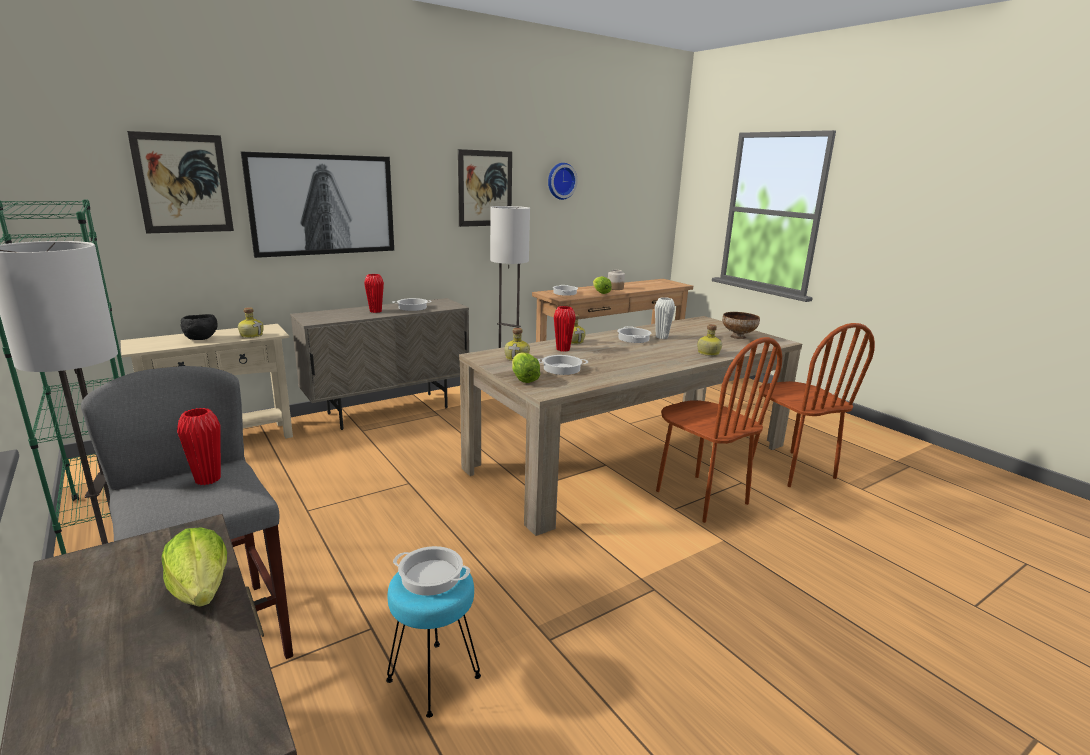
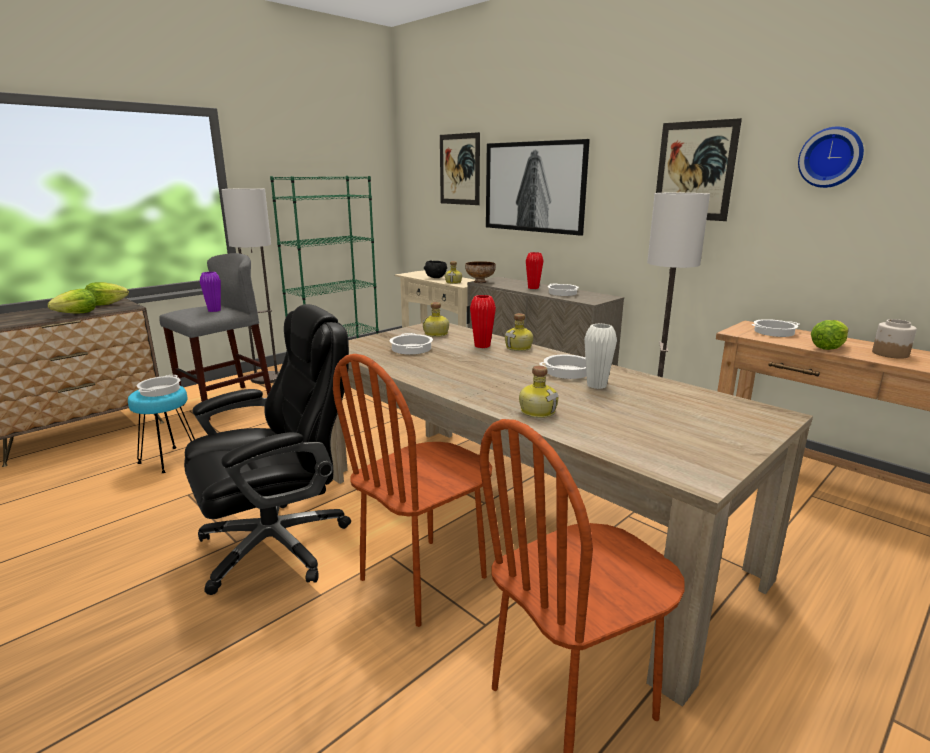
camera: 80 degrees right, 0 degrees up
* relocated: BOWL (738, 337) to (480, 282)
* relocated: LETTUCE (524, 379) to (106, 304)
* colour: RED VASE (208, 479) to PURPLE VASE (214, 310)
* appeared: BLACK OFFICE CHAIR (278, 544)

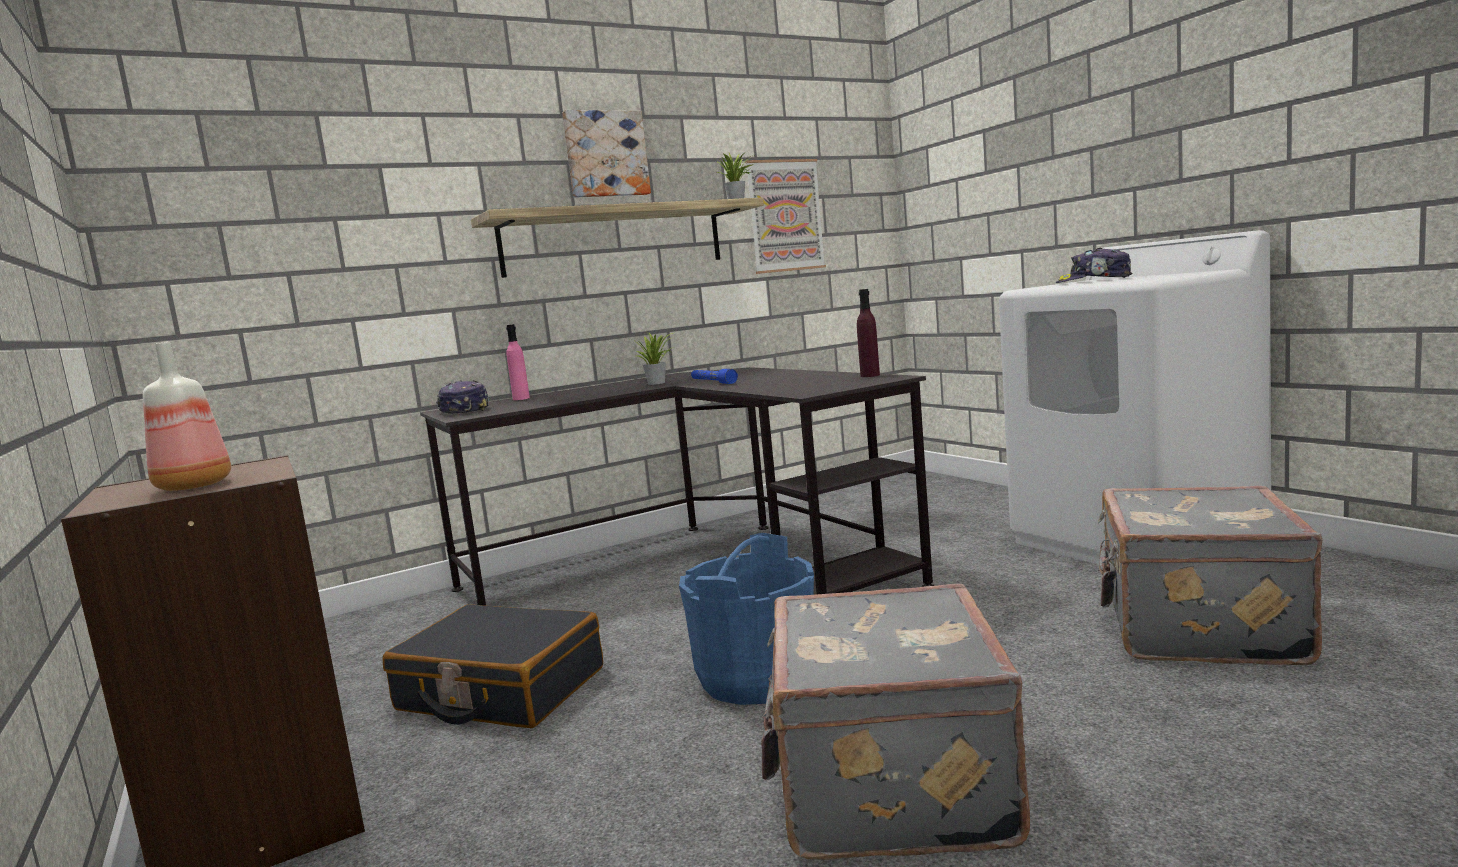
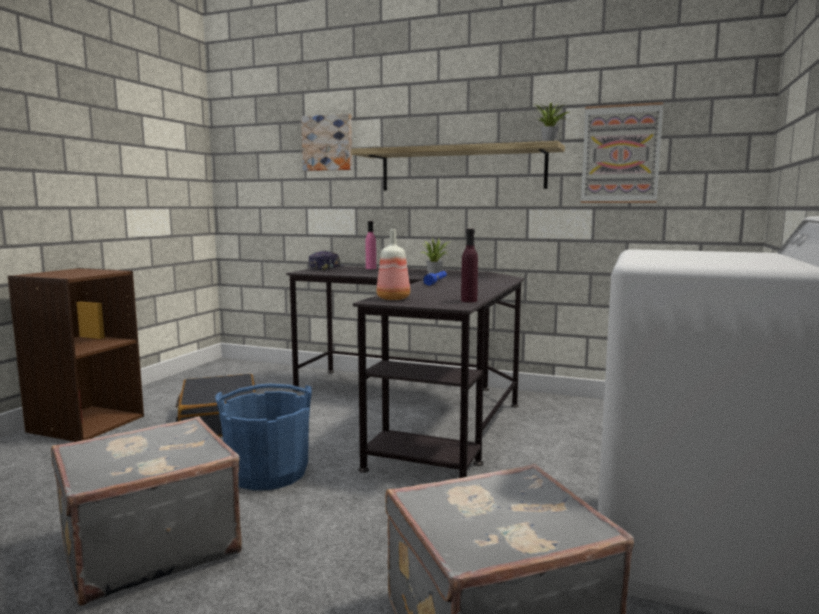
camera: 50 degrees right, 0 degrees up
* relocated: PICTURE (605, 154) to (328, 143)
* missing: CAP (1093, 281)
* relocated: BOTTLE (196, 485) to (394, 298)

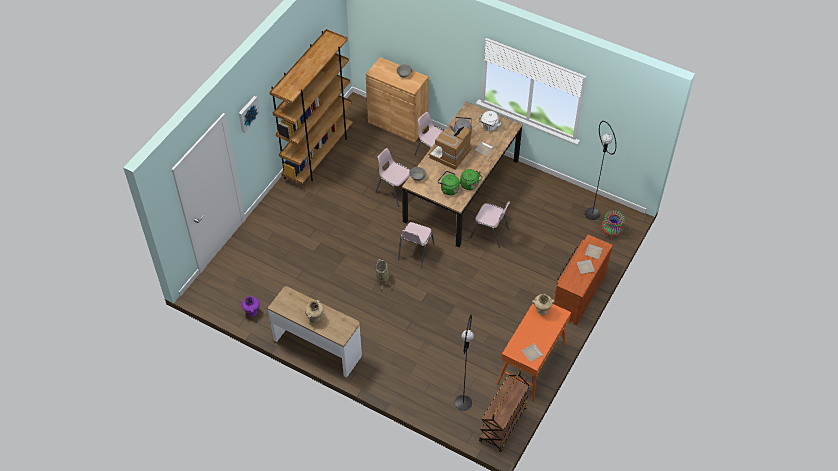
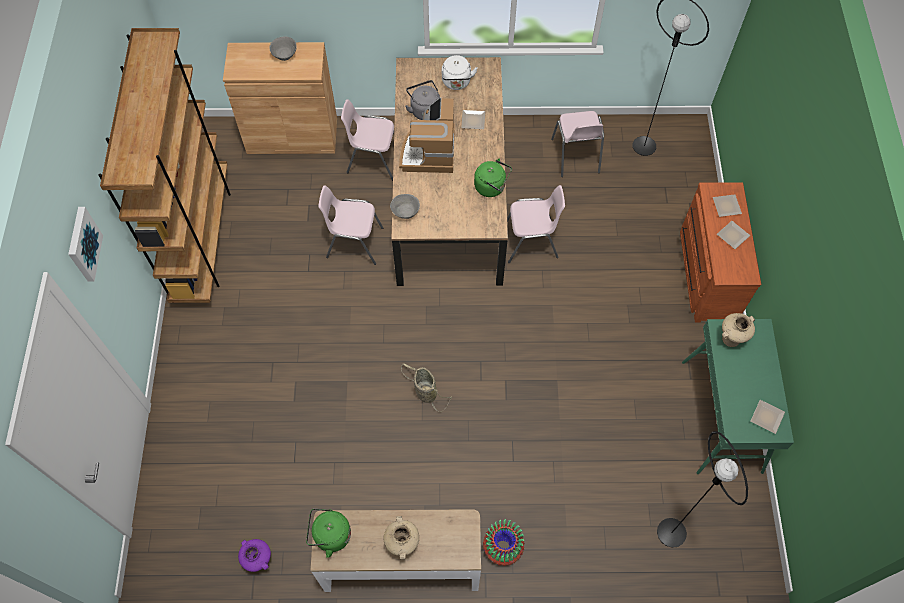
camera: 30 degrees left, 10 degrees up
* relocated: GREEN KETTLE (448, 189) to (330, 535)
* relocated: VASE (611, 231) to (503, 547)
* relocated: PINK CHAIR (415, 252) to (575, 156)
* colour: ORANGE CONSOLE TABLE (531, 365) to GREEN CONSOLE TABLE (722, 417)
* missing: BROWN CART (503, 425)

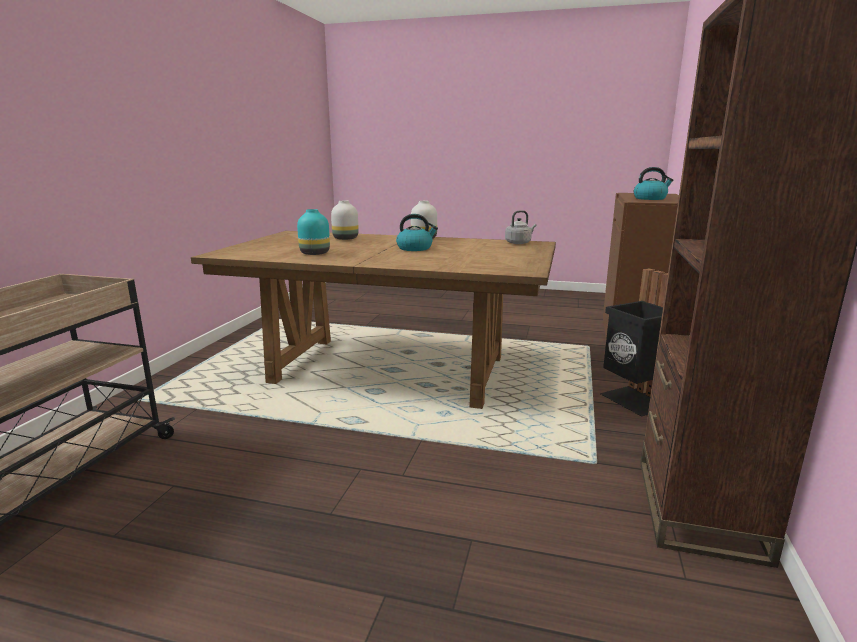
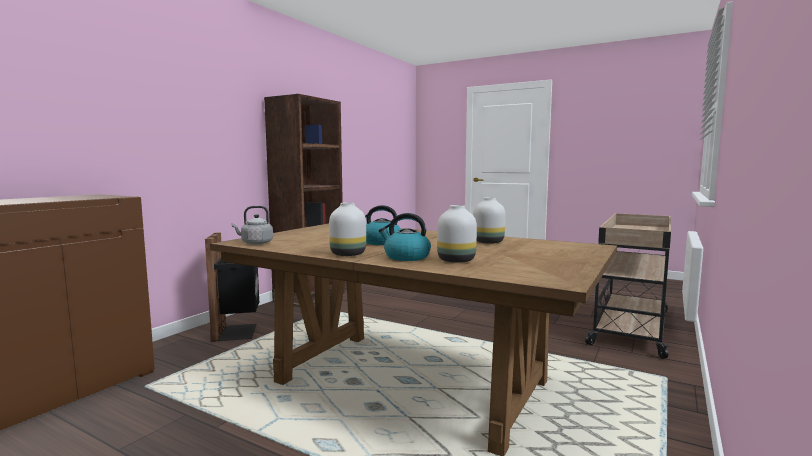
camera: 165 degrees left, 10 degrees down
* relocated: KETTLE (650, 198) to (406, 257)
* colour: TURQUOISE VASE (314, 253) to WHITE VASE (489, 242)

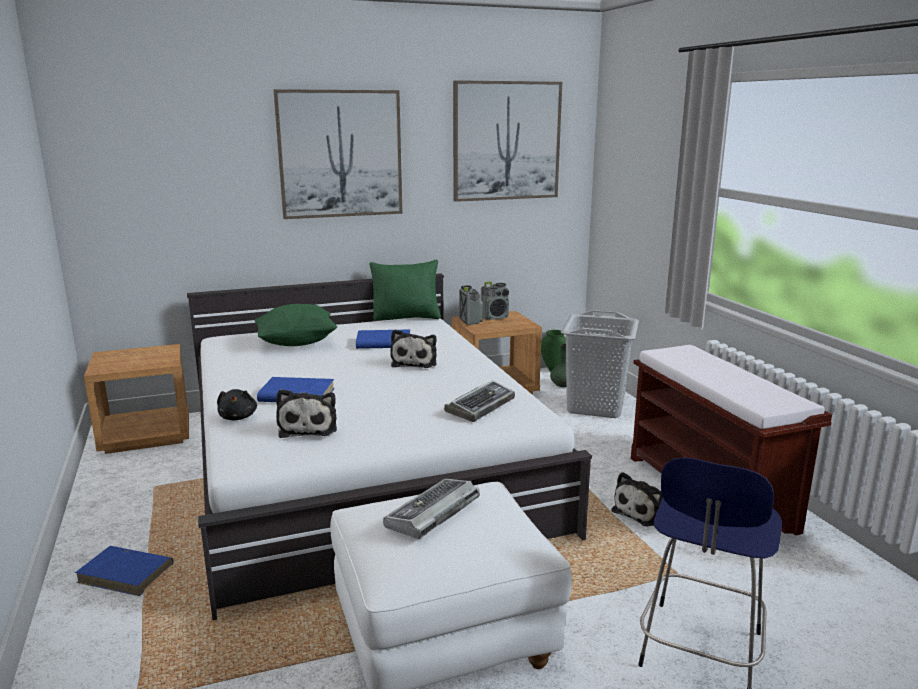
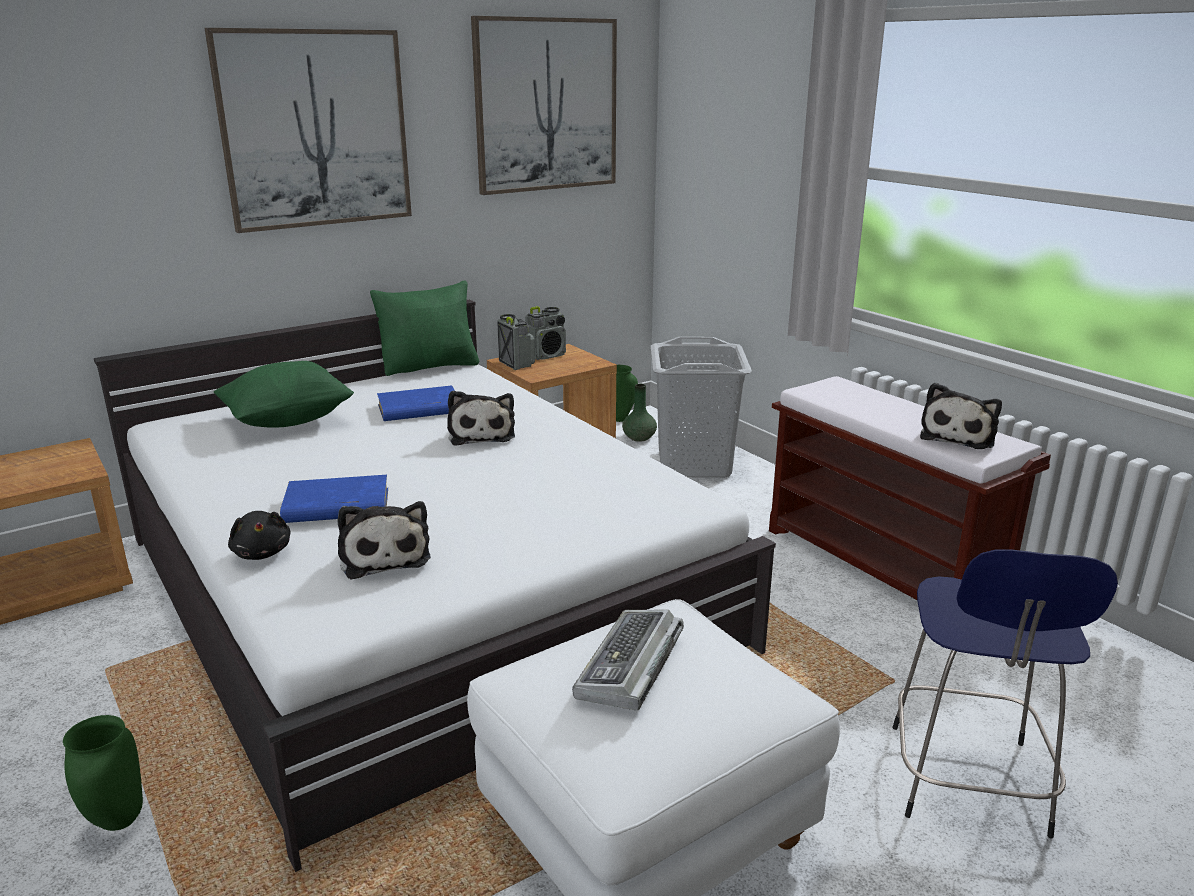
camera: 15 degrees left, 5 degrees up
* missing: KEYBOARD (480, 406)
* relocated: PLUSH TOY (642, 512) to (958, 436)
* exchanged: BLUE BOOK (126, 574) to GREEN VASE (119, 821)

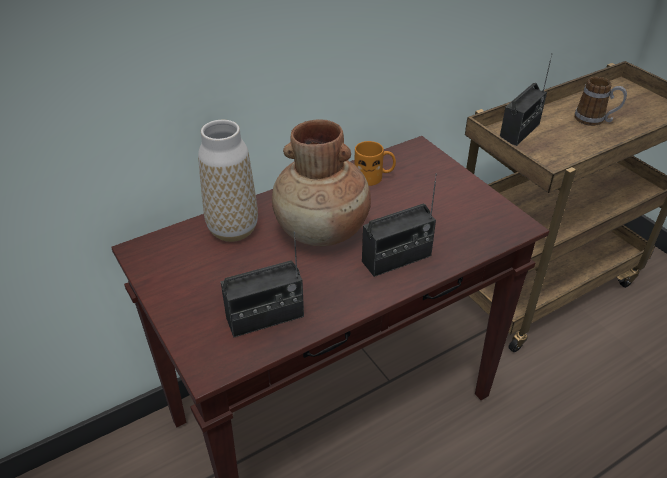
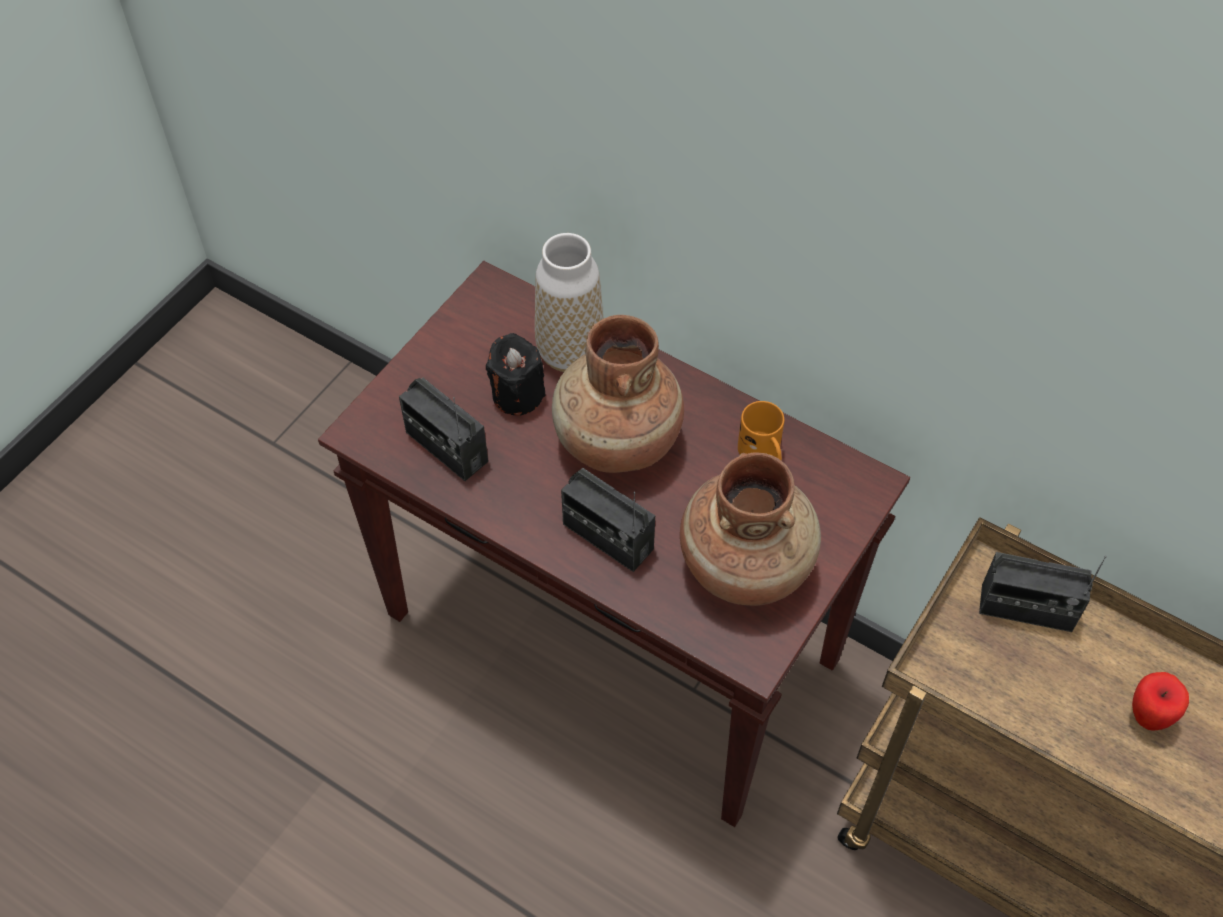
camera: 65 degrees right, 15 degrees up
* exchanged: MUG (595, 120) to APPLE (1147, 717)
* appeared: BLACK CANDLE (517, 395)
* appeared: BROWN VASE (746, 564)

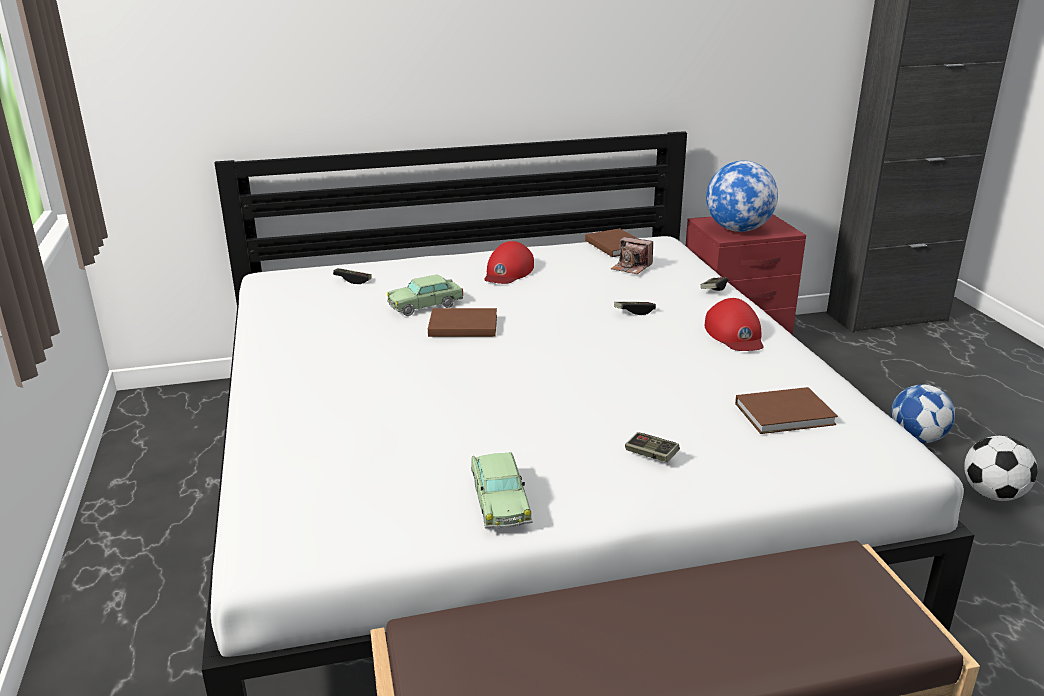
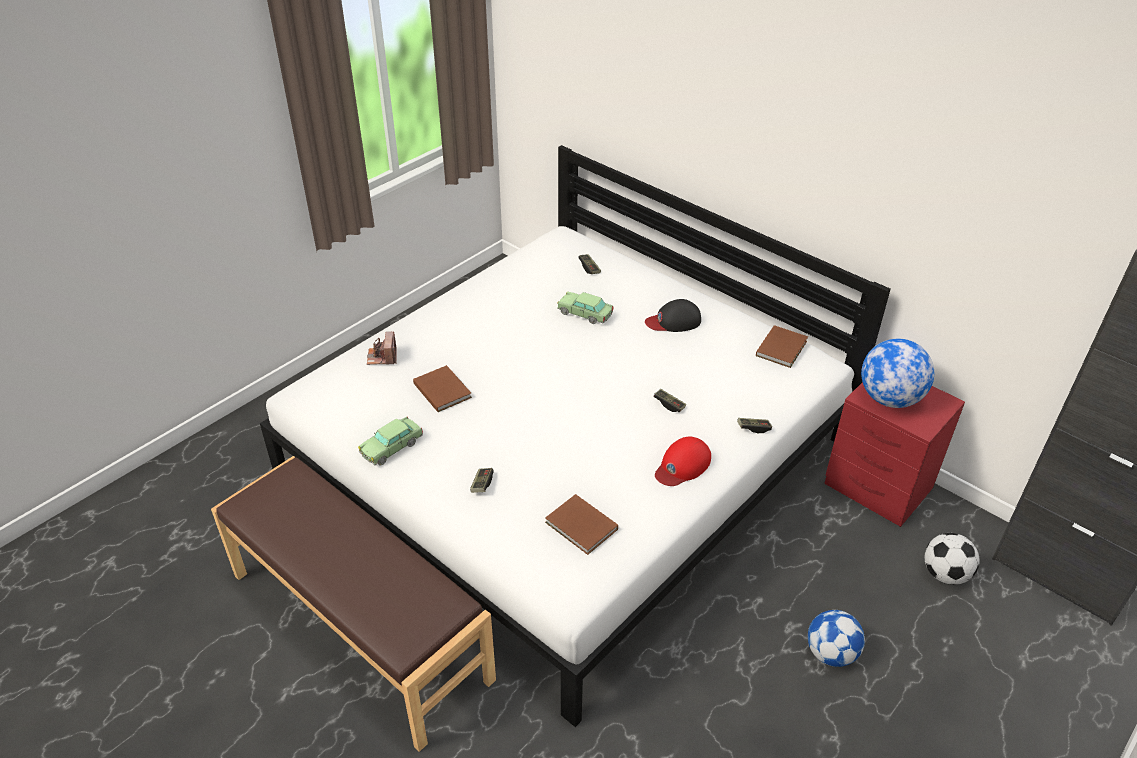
camera: 55 degrees right, 15 degrees up
* relocated: PHOTO CAMERA (631, 267) to (382, 357)
* colour: RED CAP (508, 272) to BLACK CAP (674, 321)
* relocated: BROWN BOOK (461, 325) to (442, 389)
* relocated: FOOTBALL (993, 495) to (945, 574)

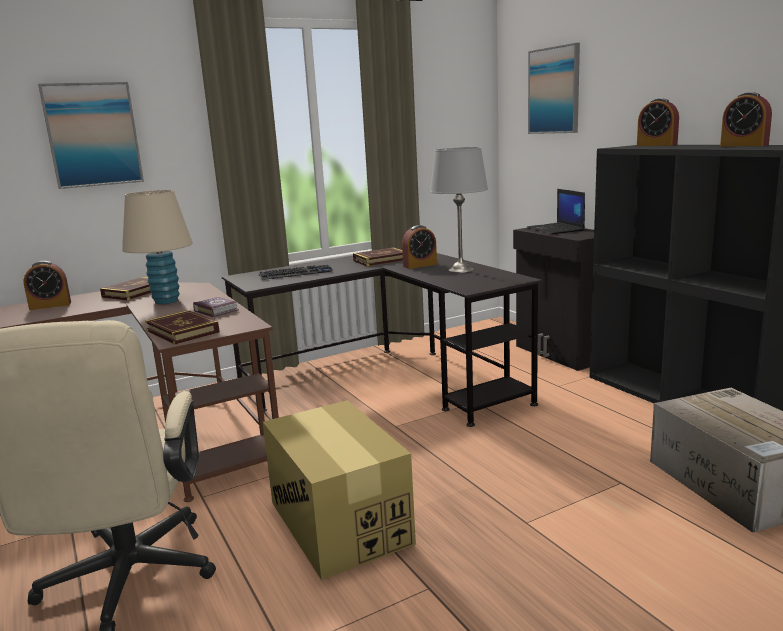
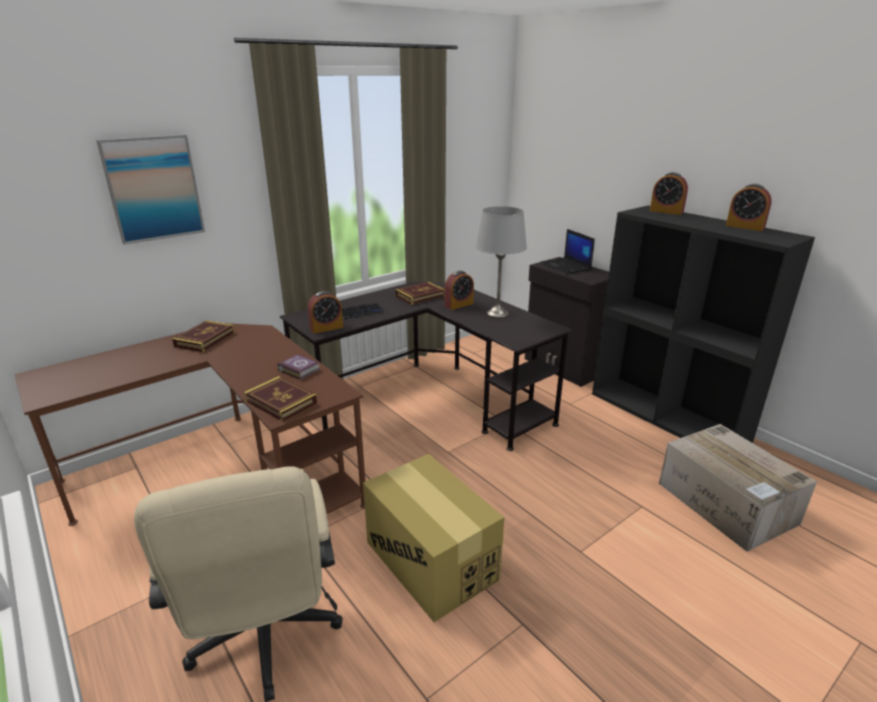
camera: 10 degrees left, 10 degrees up
* missing: PICTURE (554, 90)
* missing: BEIGE TABLE LAMP (166, 301)
* relocated: ALARM CLOCK (50, 305) to (326, 328)

